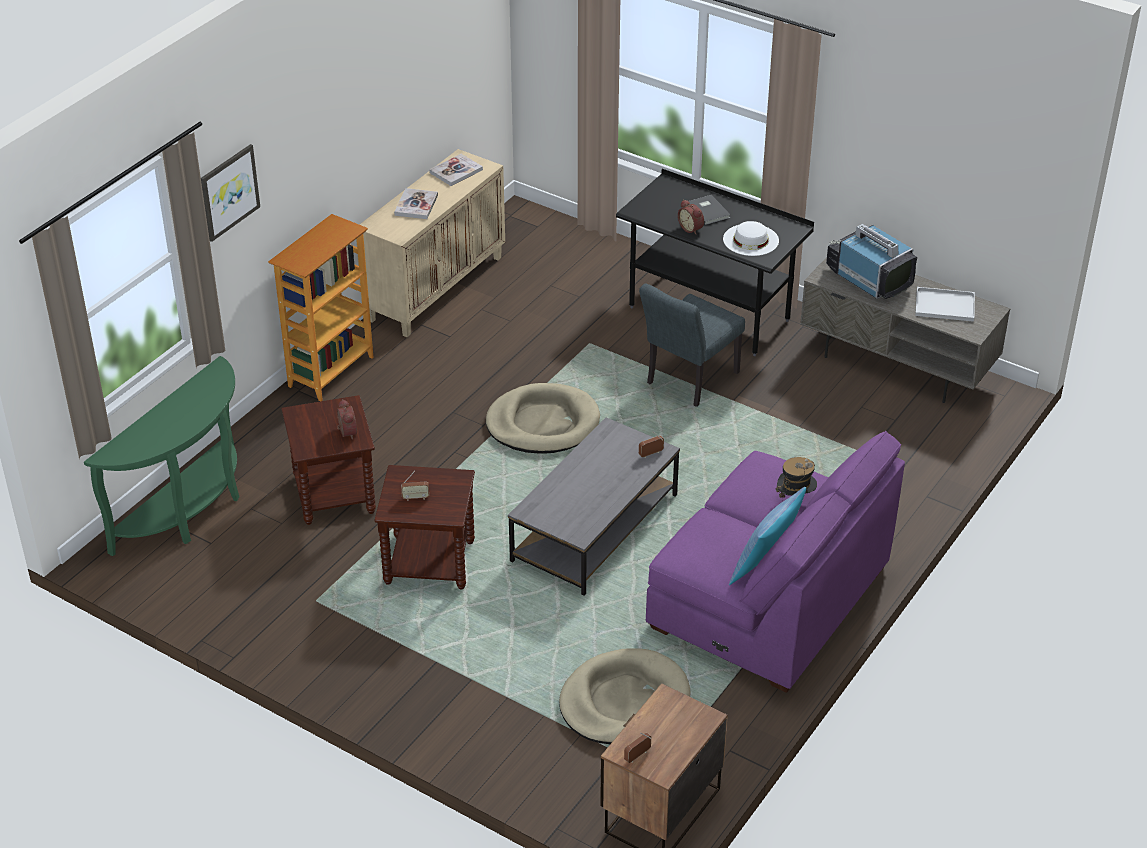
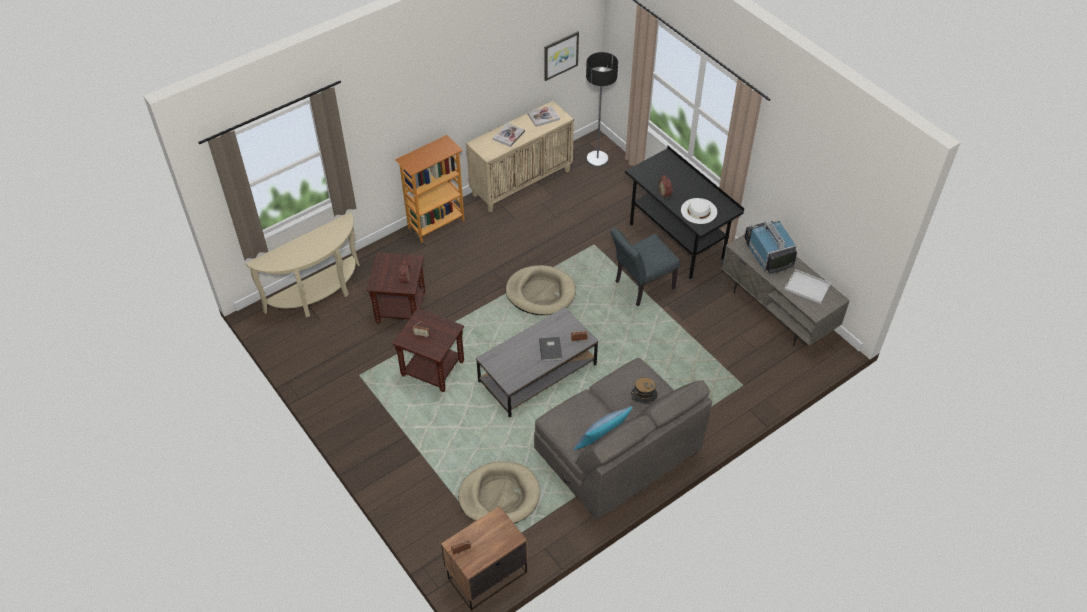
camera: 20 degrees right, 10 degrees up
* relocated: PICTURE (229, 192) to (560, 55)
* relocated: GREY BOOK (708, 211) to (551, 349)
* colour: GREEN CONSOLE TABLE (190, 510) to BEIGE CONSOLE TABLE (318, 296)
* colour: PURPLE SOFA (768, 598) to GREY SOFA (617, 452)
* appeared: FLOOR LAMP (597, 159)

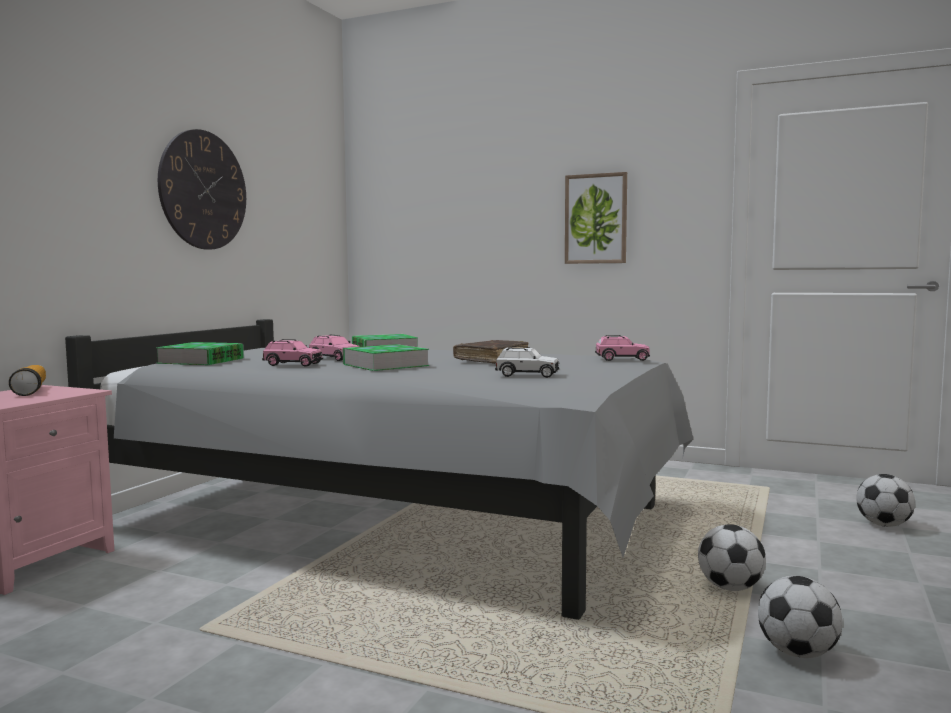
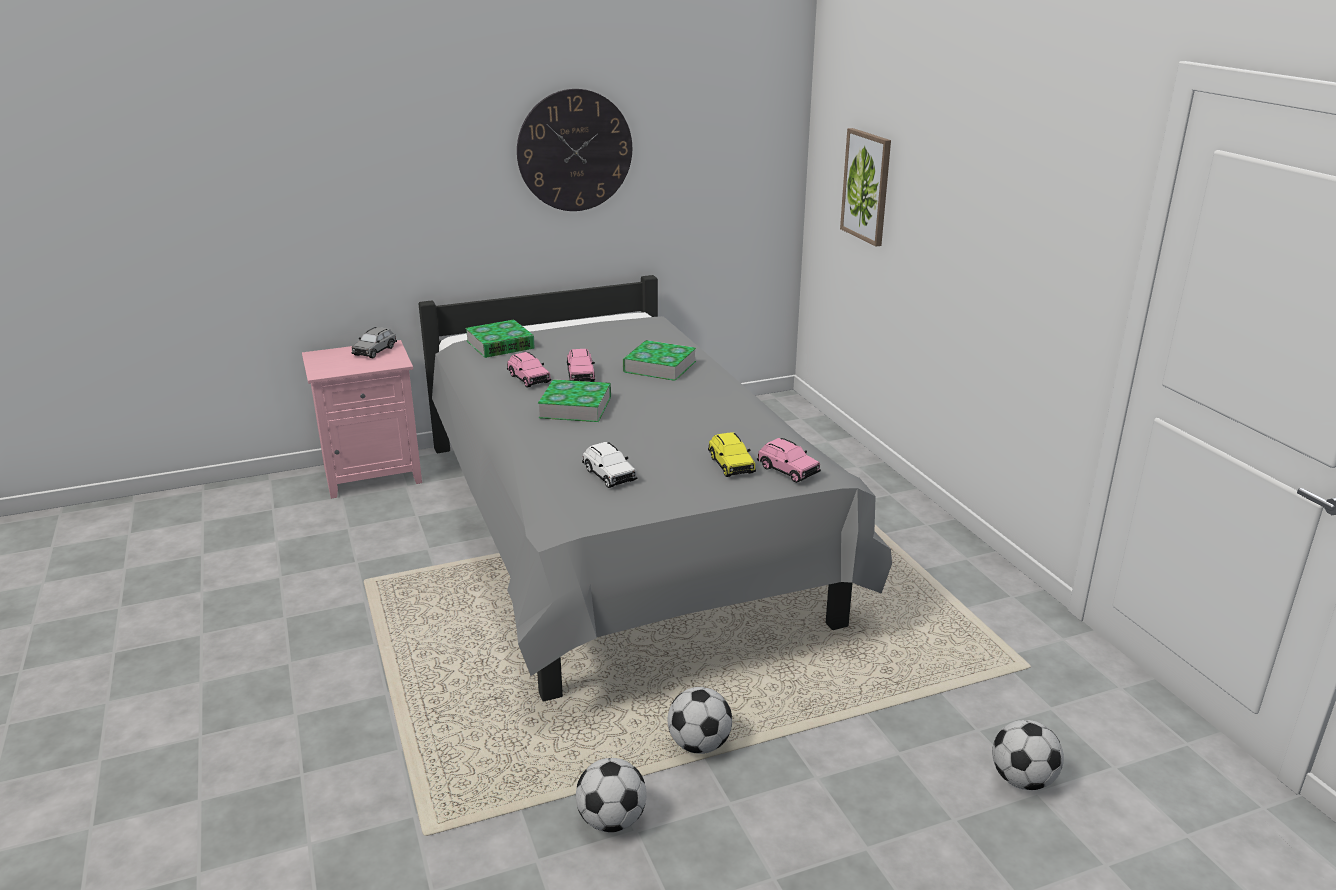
camera: 45 degrees right, 20 degrees up
* relocated: PICTURE (596, 219) to (867, 186)
* missing: BROWN BOOK (491, 360)
* exchanged: FLASHLIGHT (30, 391) to GREY TOY CAR (375, 351)
* appeared: YELLOW TOY CAR (731, 465)

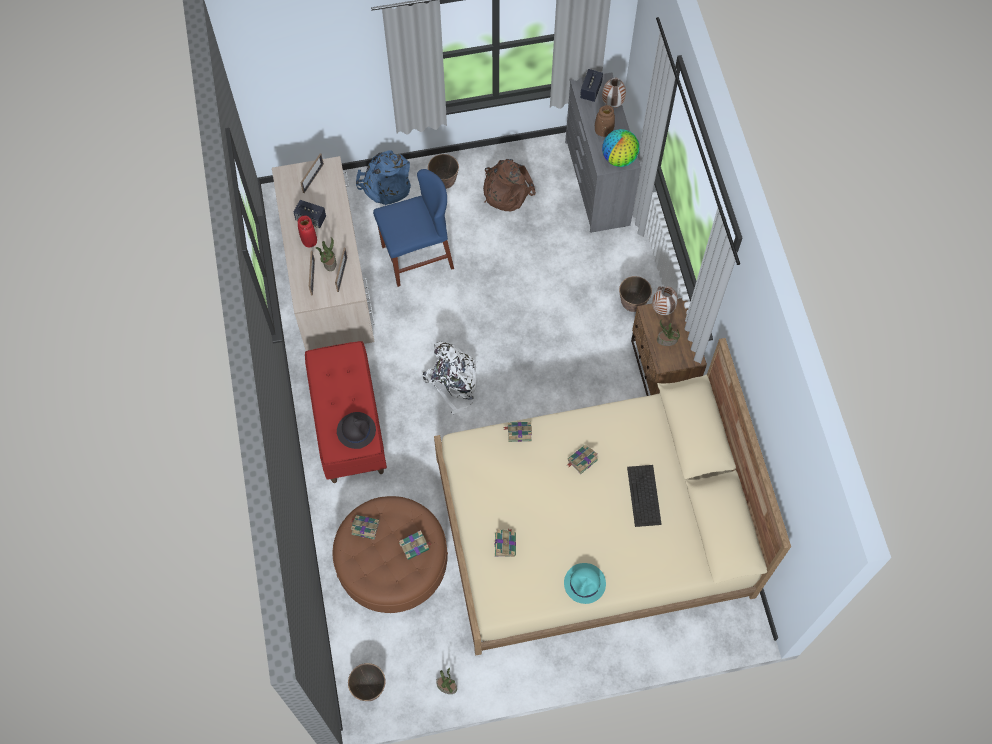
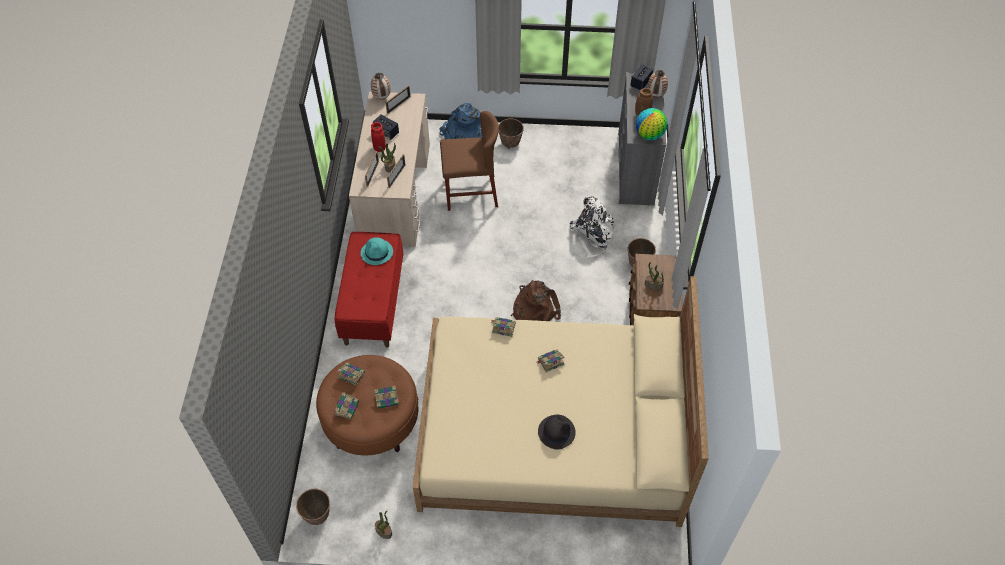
camera: 15 degrees right, 10 degrees down
* relocated: BROWN BACKPACK (505, 191) to (534, 310)
* colour: BLUE CHAIR (417, 257) to BROWN CHAIR (471, 192)
* relocated: VASE (663, 310) to (382, 98)
* relocated: WHITE BACKPACK (453, 382) to (593, 235)
* relocated: BLACK HAT (356, 430) to (556, 432)
* missing: KEYBOARD (644, 496)
* relocated: BOOK (505, 544) to (347, 407)
* relocated: TURQUOISE HAT (585, 583) to (377, 252)

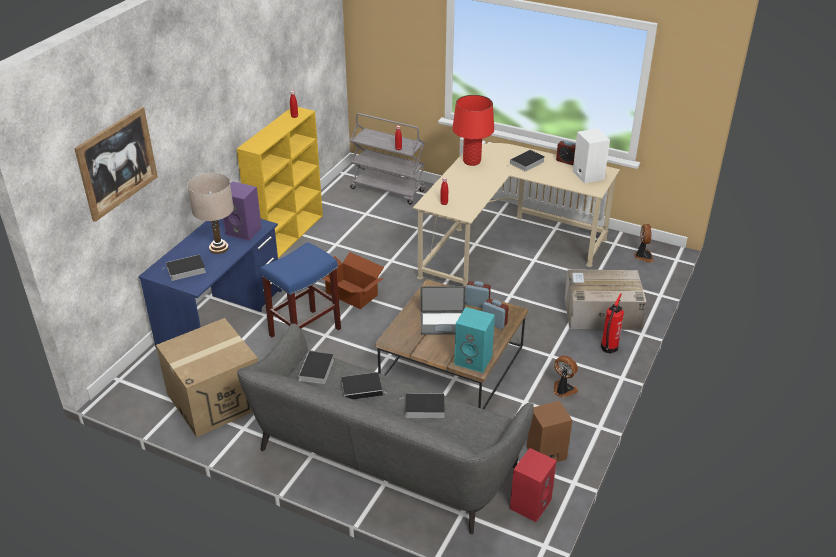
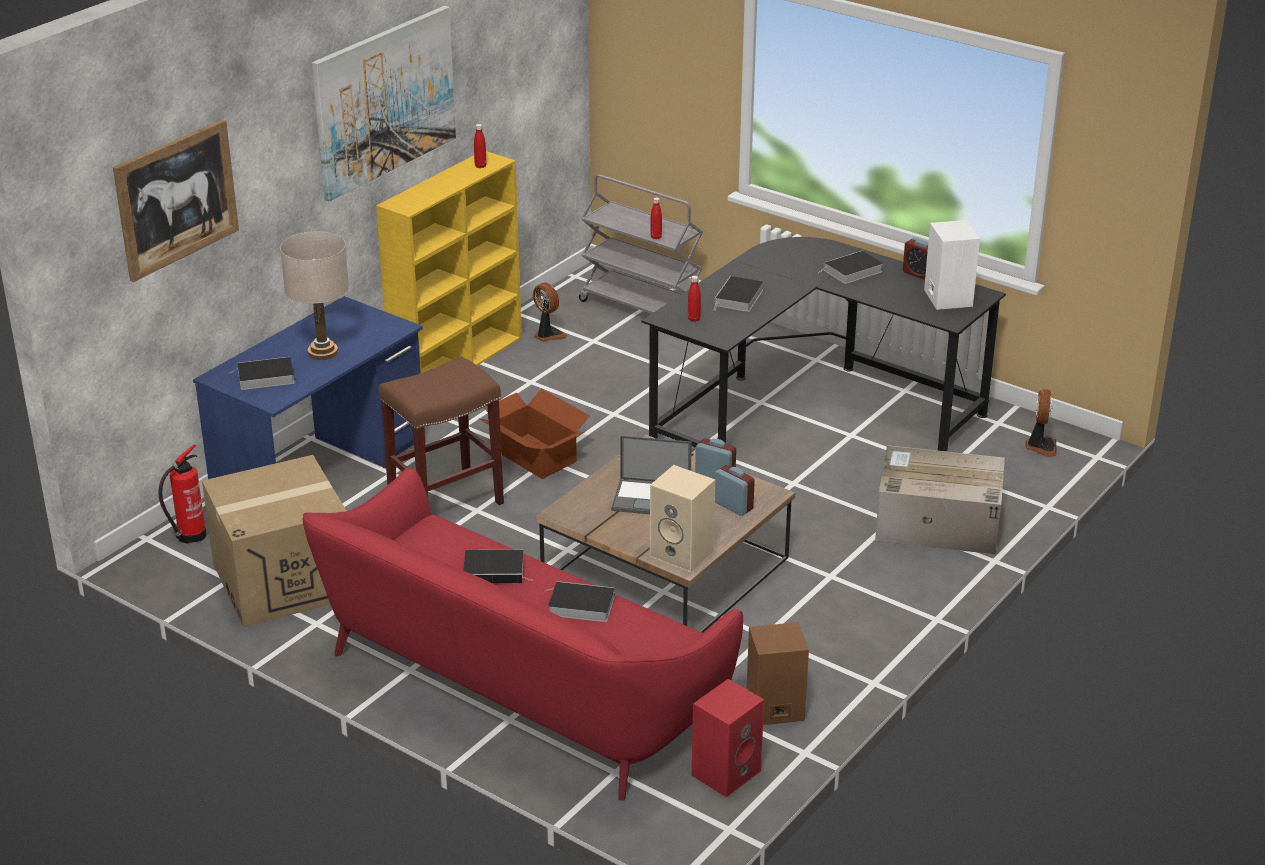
camera: 10 degrees right, 5 degrees down
* missing: RED TABLE LAMP (471, 162)
* colour: BEIGE DESK (505, 245) to BLACK DESK (810, 409)
* missing: PURPLE SPEAKER (244, 231)
* colour: BLUE STOOL (304, 333) to BROWN STOOL (445, 503)
* relocated: FIRE EXTINGUISHER (608, 348) to (189, 536)
* colour: TURQUOISE SPEAKER (474, 360) to BEIGE SPEAKER (683, 553)
* colour: GREY SOFA (382, 459) to RED SOFA (516, 687)
* relocated: BOOK (316, 370) to (738, 298)
* relocated: FAN (563, 390) to (548, 335)
* appeared: PICTURE (384, 101)

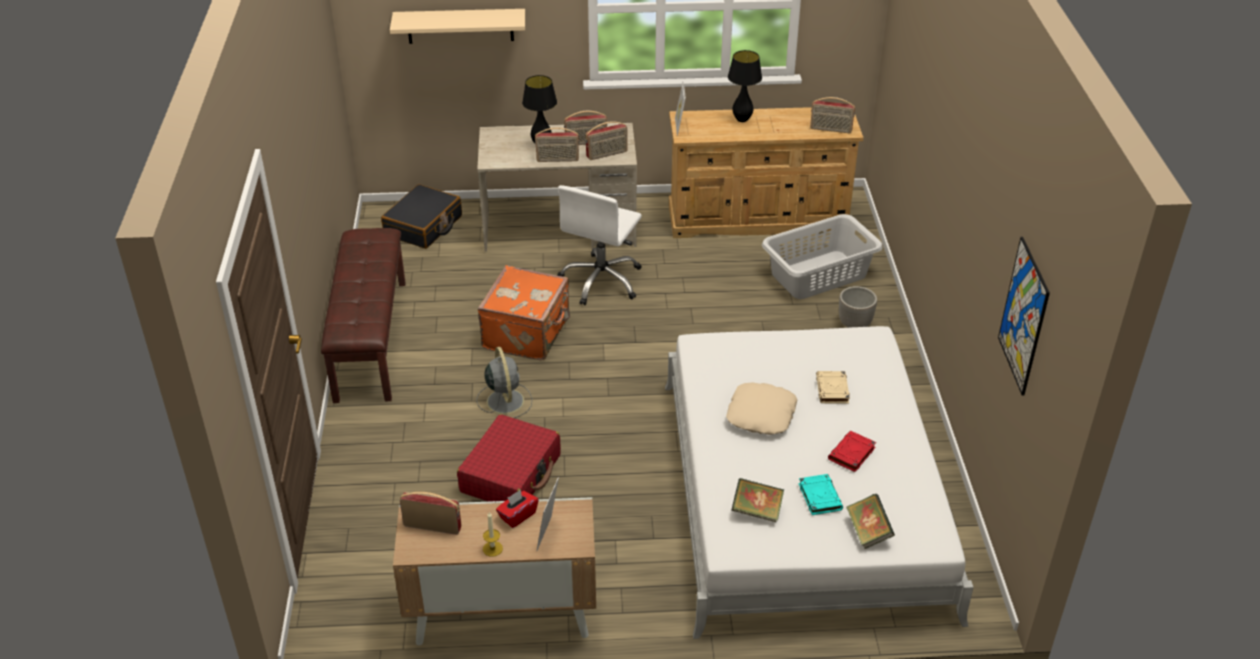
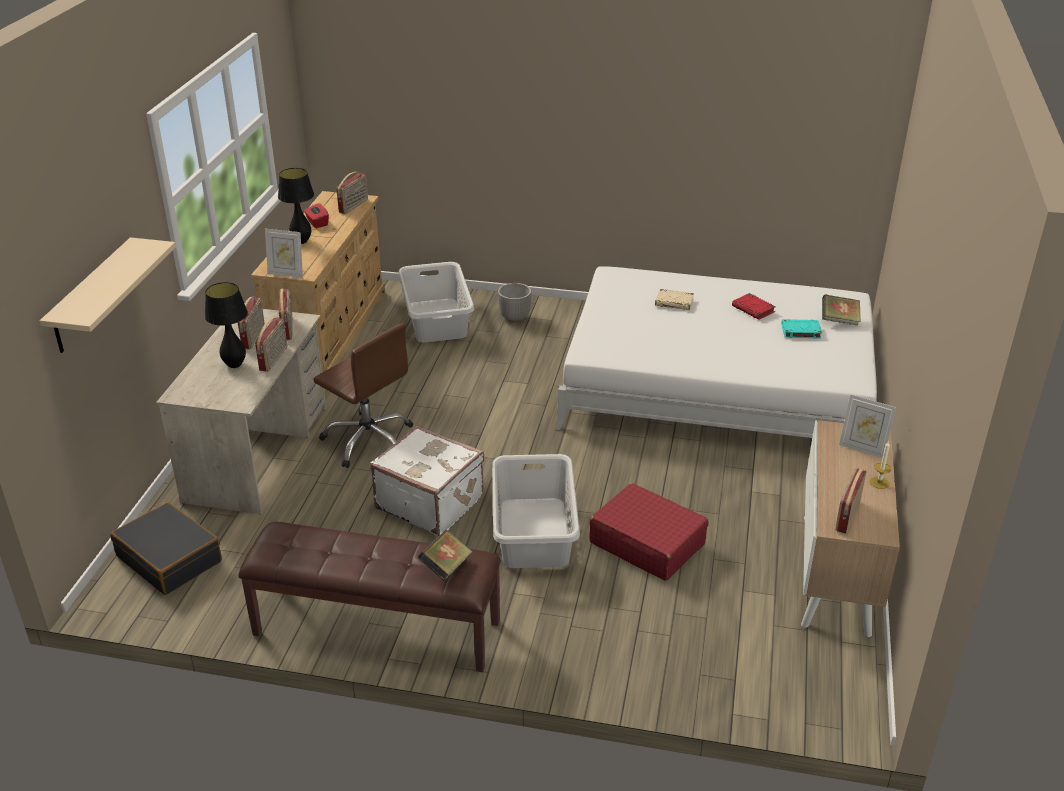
camera: 75 degrees left, 5 degrees down
* colour: WHITE OFFICE CHAIR (601, 281) to BROWN OFFICE CHAIR (369, 440)
* missing: PICTURE (1023, 316)
* colour: ORANGE SUITCASE (528, 333) to WHITE SUITCASE (430, 502)
* exchanged: GREY FAN (505, 400) to GREY LAUNDRY BASKET (533, 533)
* missing: BEIGE PILLOW (760, 414)
* relocated: BOOK (757, 511) to (446, 567)
* relocated: RED TISSUE BOX (517, 516) to (317, 223)

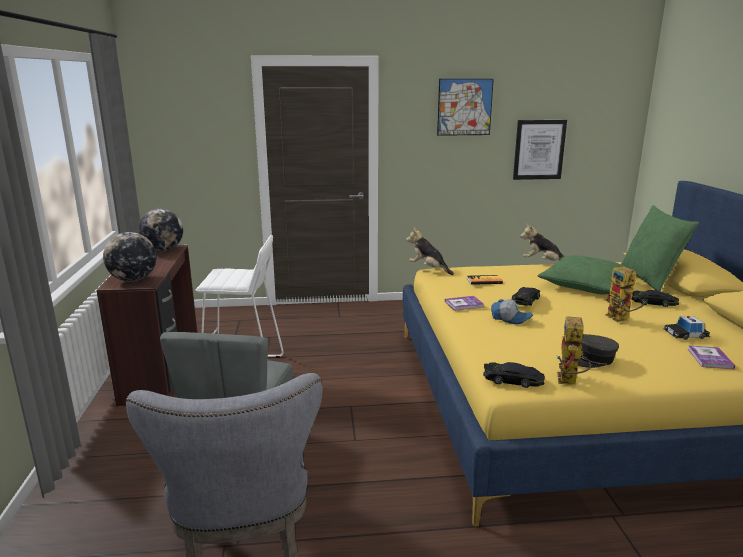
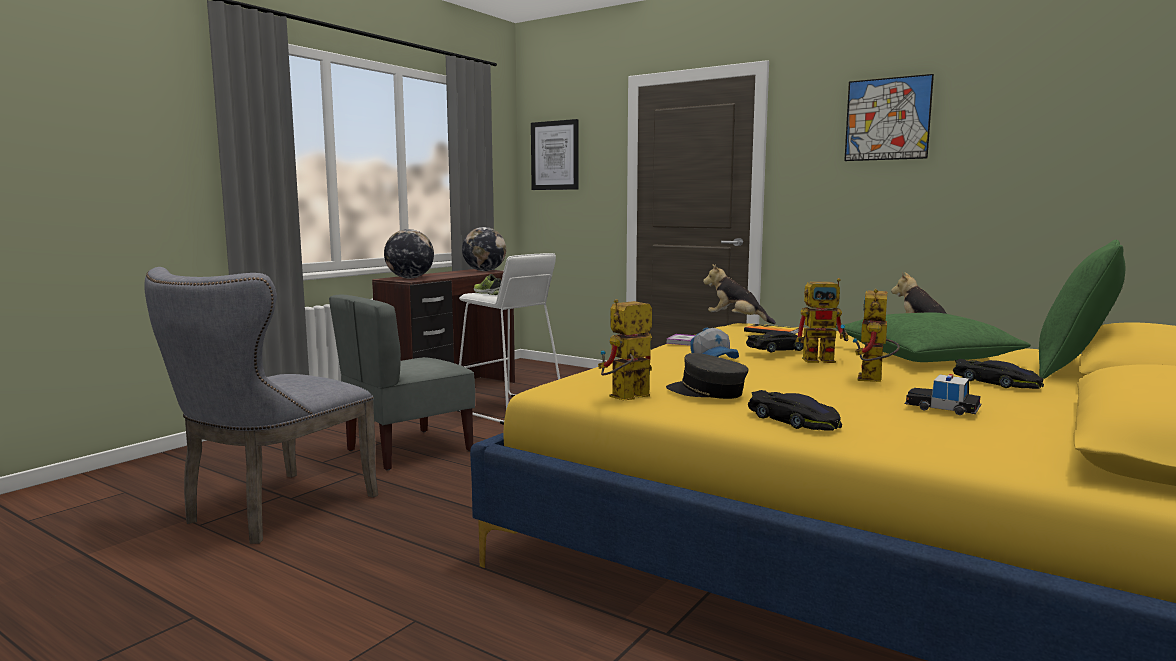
camera: 40 degrees right, 10 degrees down
* relocated: PICTURE (539, 149) to (555, 155)
* spun: PLUSH TOY (428, 269) = (736, 320) 45 degrees counterclockwise
* missing: BOOK (710, 358)
* relocated: BLACK TOY CAR (513, 380) to (793, 420)
* appeared: SHOE (489, 293)
* appeared: TOY ROBOT (825, 360)

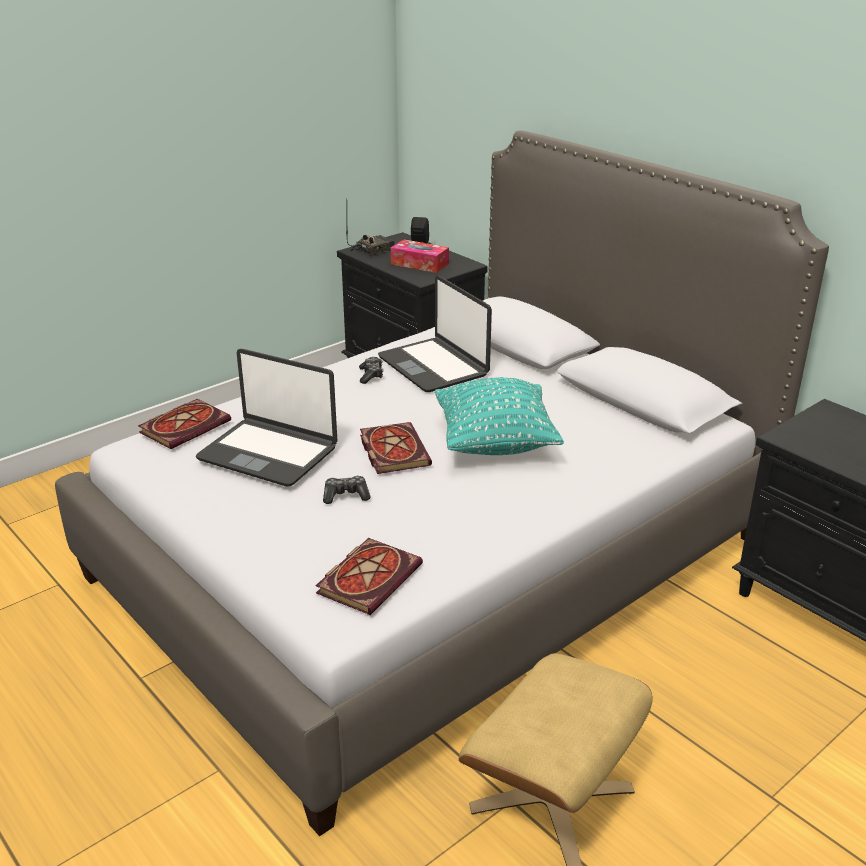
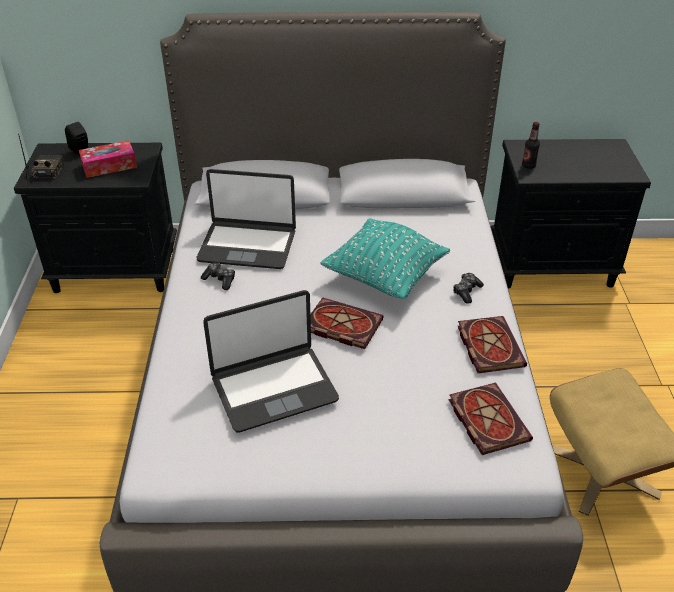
camera: 50 degrees left, 10 degrees up
* relocated: BOOK (186, 426) to (488, 345)
* relocated: GAME CONTROLLER (346, 496) to (466, 291)
* appeared: BOTTLE (528, 166)

